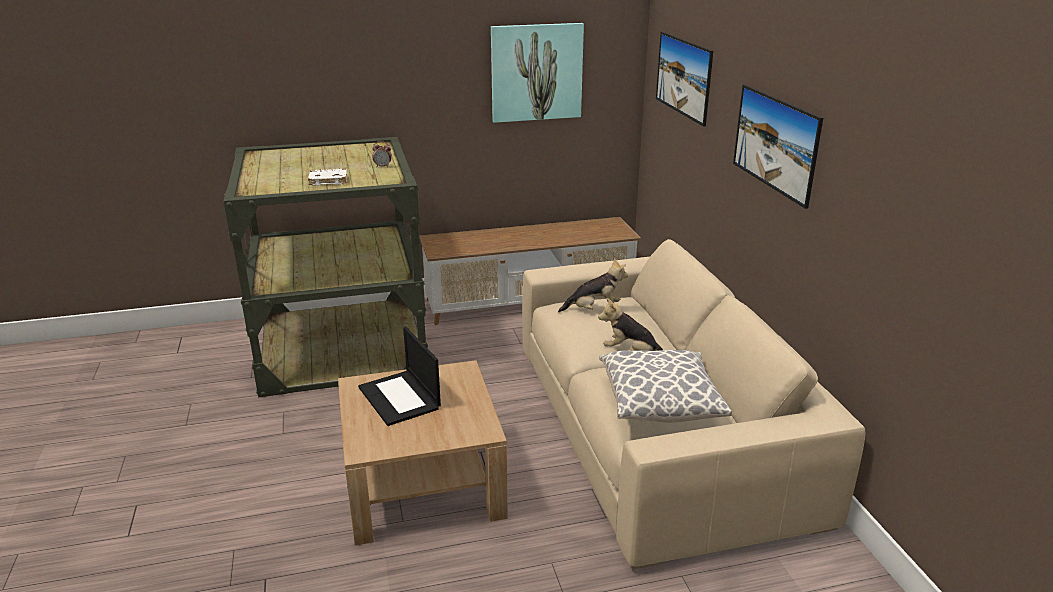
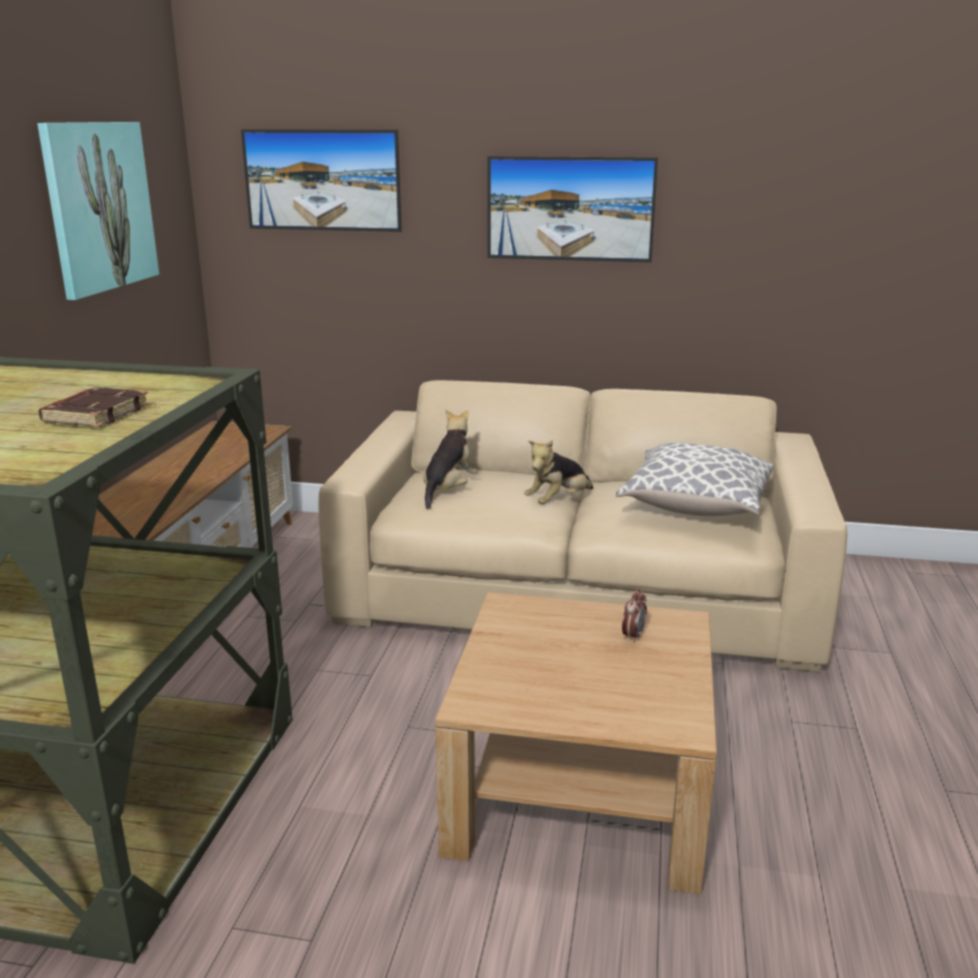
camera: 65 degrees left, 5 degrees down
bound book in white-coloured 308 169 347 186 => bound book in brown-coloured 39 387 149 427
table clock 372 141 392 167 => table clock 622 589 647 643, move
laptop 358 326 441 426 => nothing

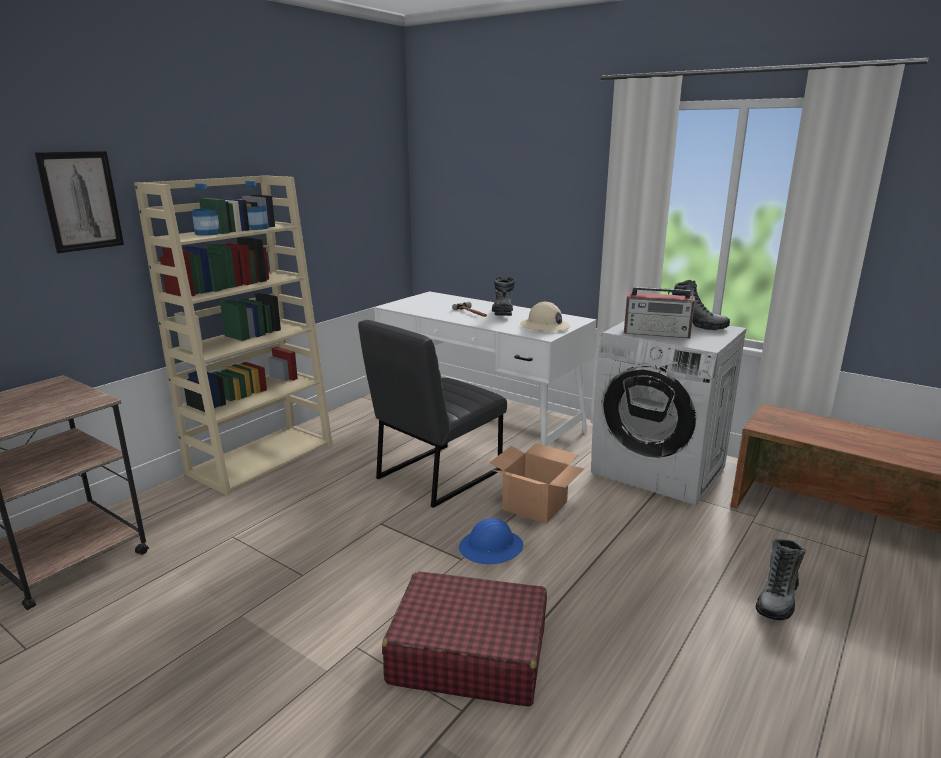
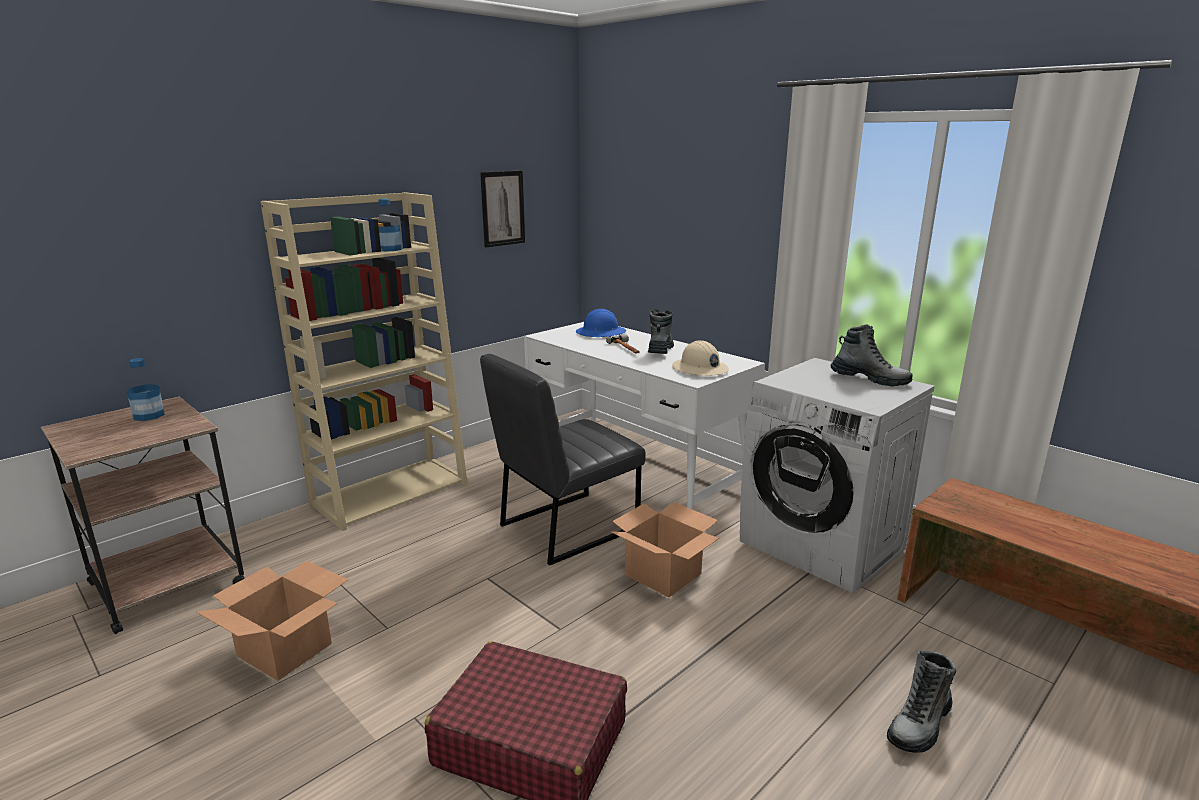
camera: 10 degrees right, 0 degrees up
drink bottle 192 183 220 236 => drink bottle 126 358 165 421, move
nothing => carton 197 561 348 681
wall art 34 151 124 253 => wall art 480 170 525 247, move
work helmet in blue-coloured 459 518 523 564 => work helmet in blue-coloured 576 309 626 337, move
radio set 624 287 695 338 => nothing

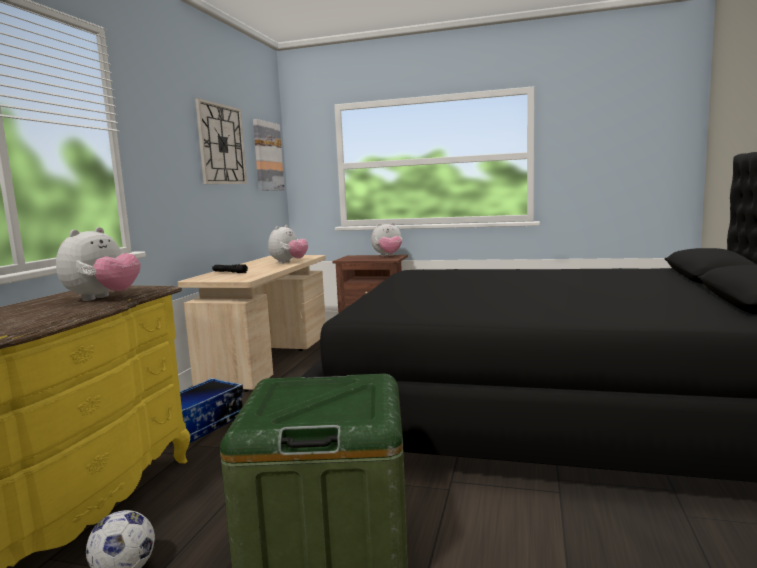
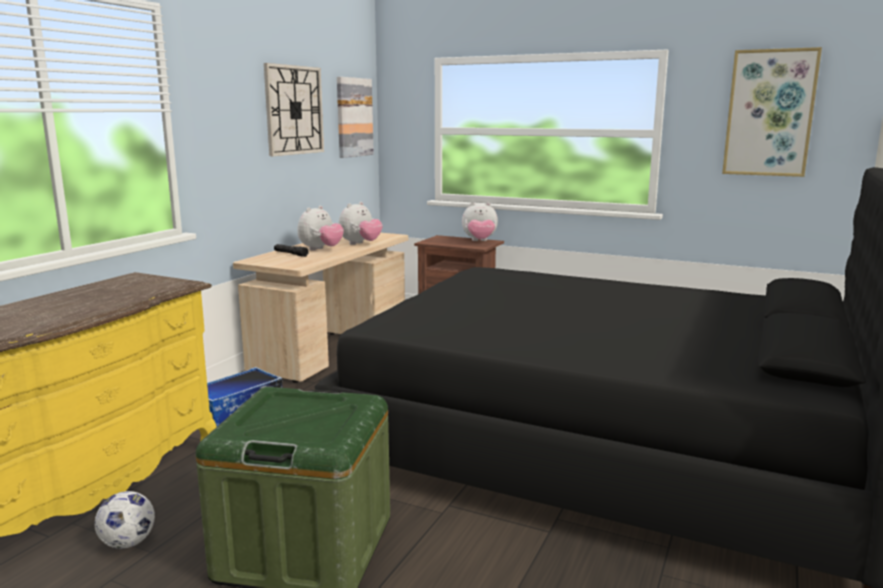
camera: 10 degrees right, 5 degrees up
cuddly toy 56 227 140 301 => cuddly toy 298 206 344 251, move
nothing => wall art 722 47 822 177

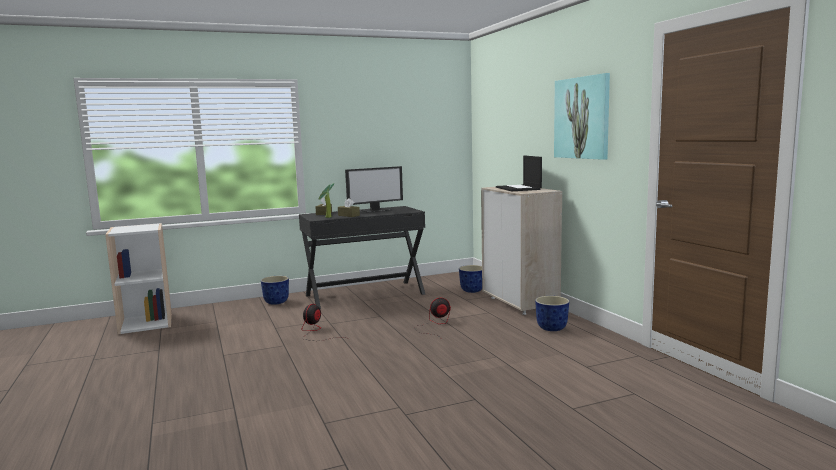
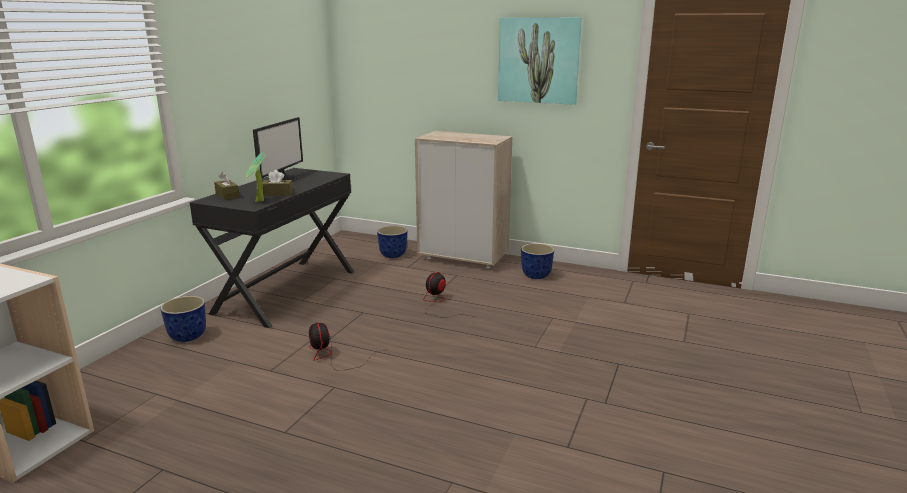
camera: 45 degrees left, 10 degrees up
laptop 496 155 542 191 => nothing

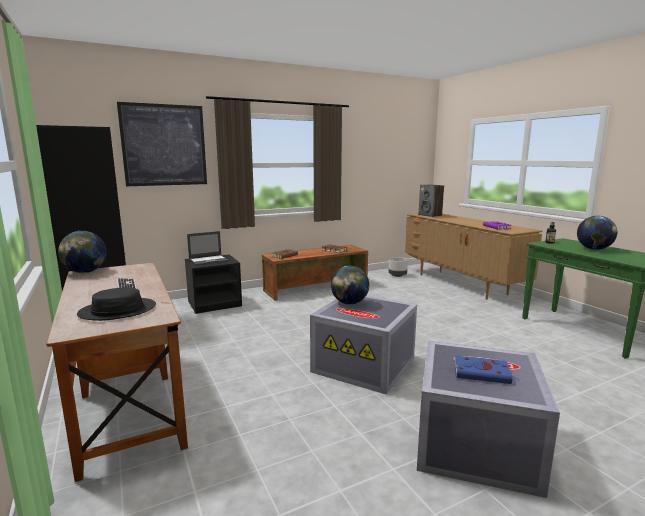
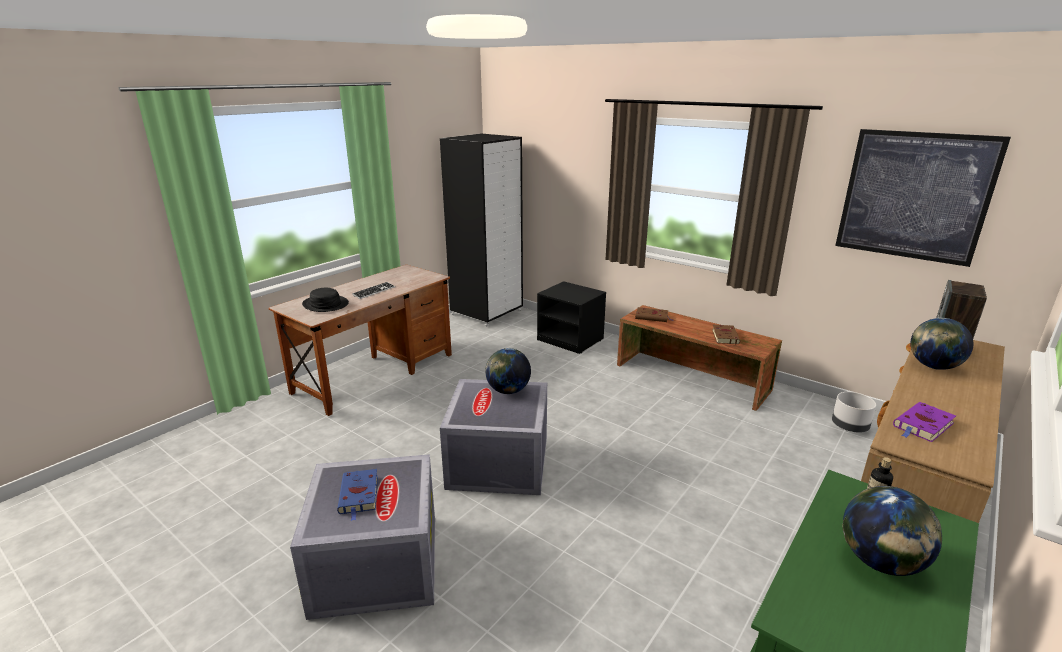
camera: 65 degrees right, 10 degrees up
wall art 117 102 207 186 => wall art 835 129 1011 267, move
world globe 58 231 107 273 => world globe 910 318 973 370, move
laptop 187 231 229 266 => nothing

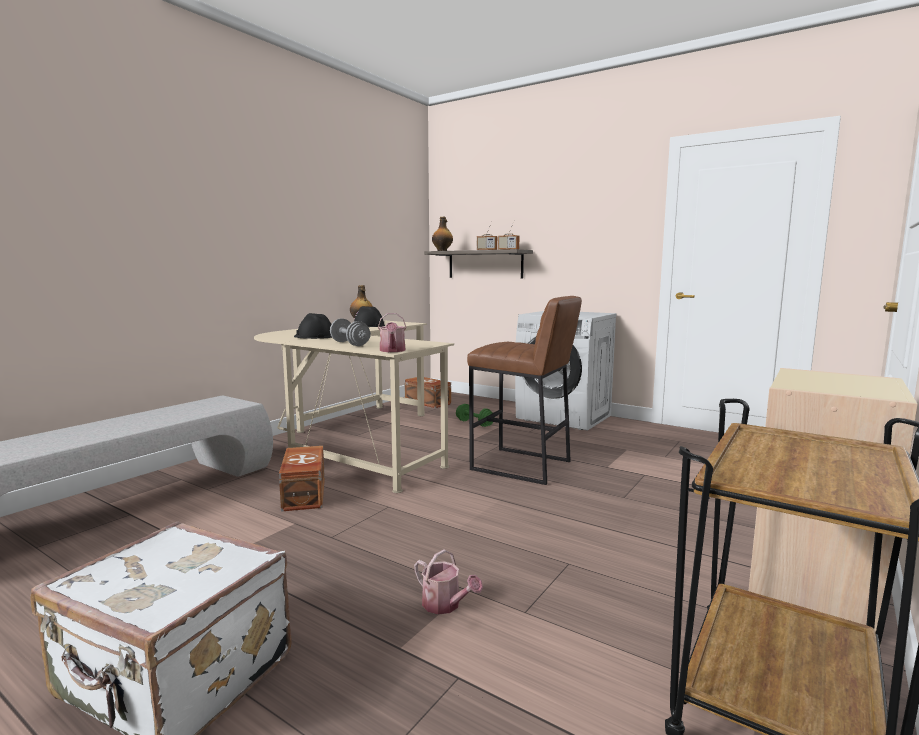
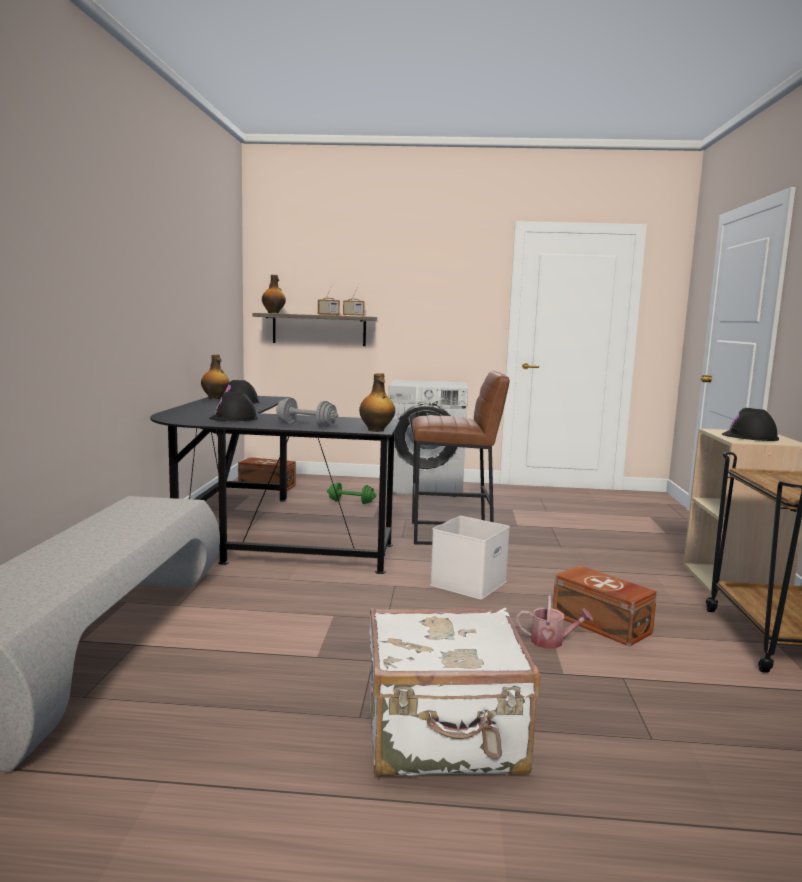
camera: 30 degrees left, 0 degrees up
desk in beige 254 320 454 493 => desk in black-coloured 150 396 400 574
sprinkling can 378 313 406 352 => drink bottle 359 373 395 432
nothing => storage bin in white-coloured 430 516 510 599
storage bin in brown-coloured 279 446 325 512 => storage bin in brown-coloured 552 565 657 647, move
nothing => work helmet in black-coloured 722 408 779 441

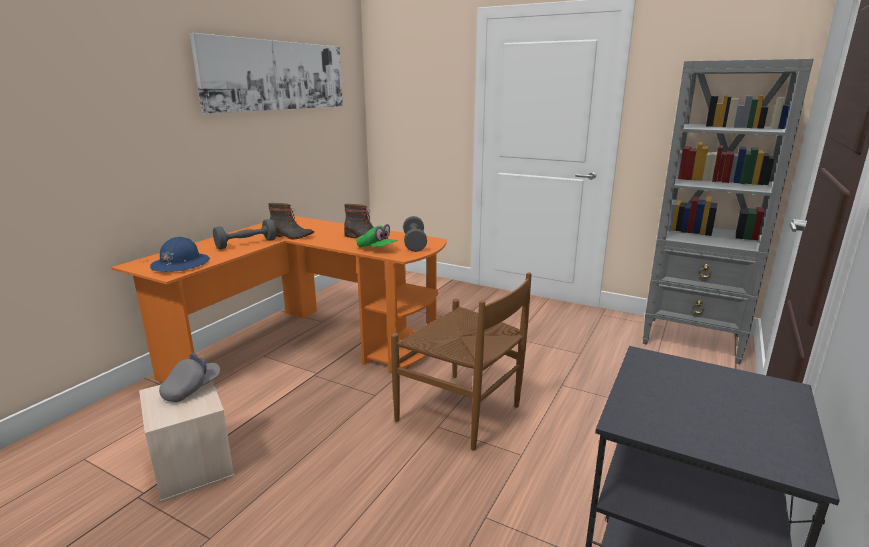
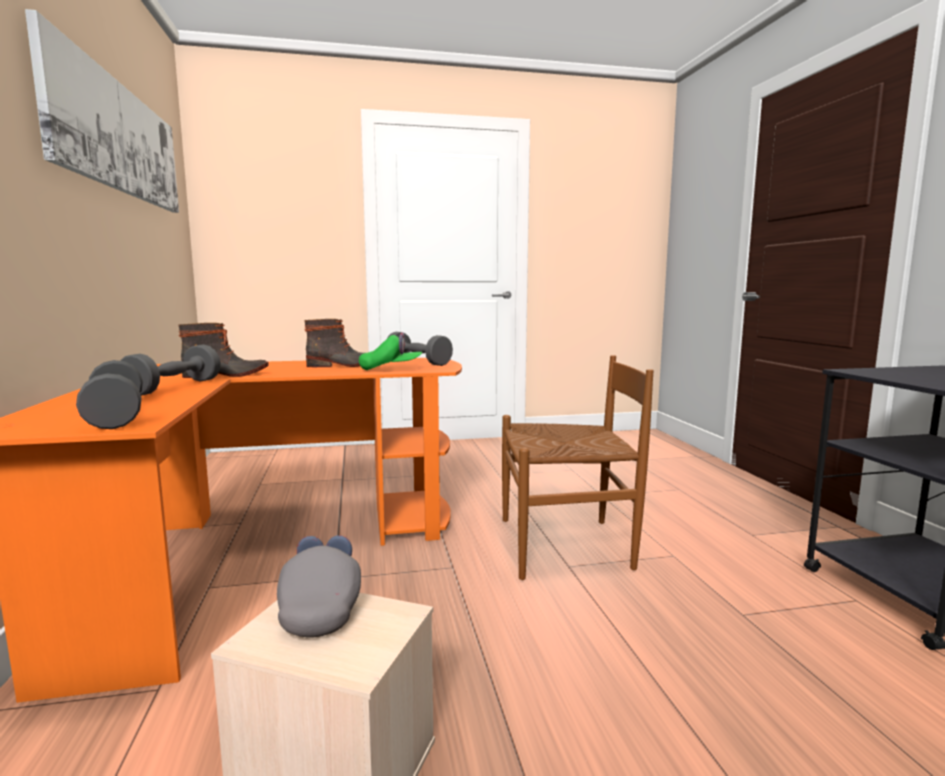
camera: 40 degrees left, 10 degrees down
work helmet in blue-coloured 150 237 210 272 => dumbbell in gray 76 360 143 429
bookshelf in gray 642 59 814 364 => nothing

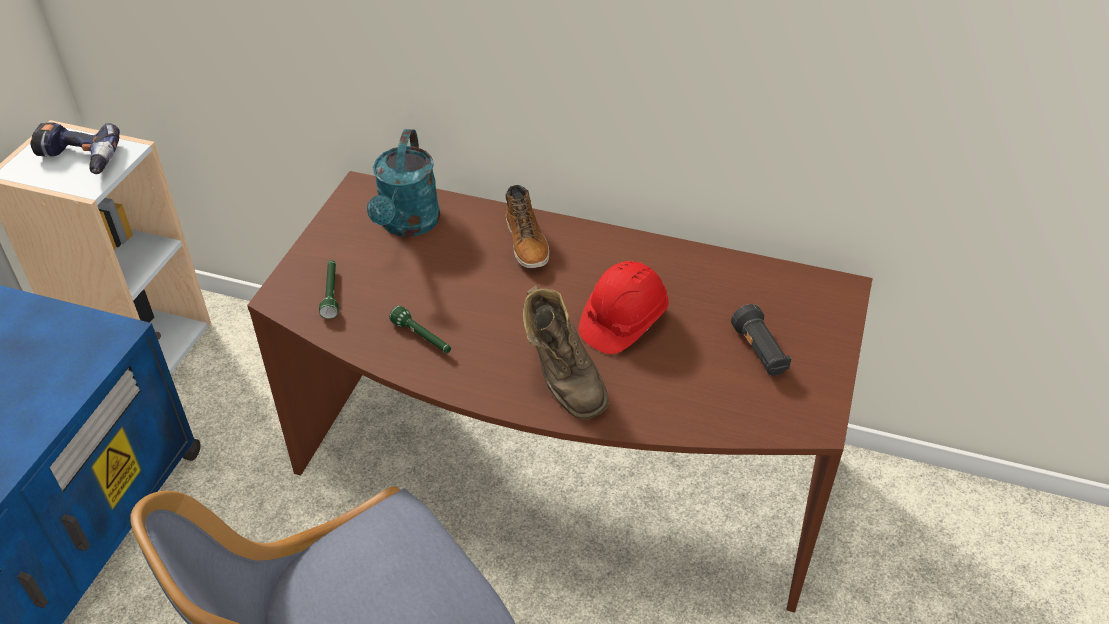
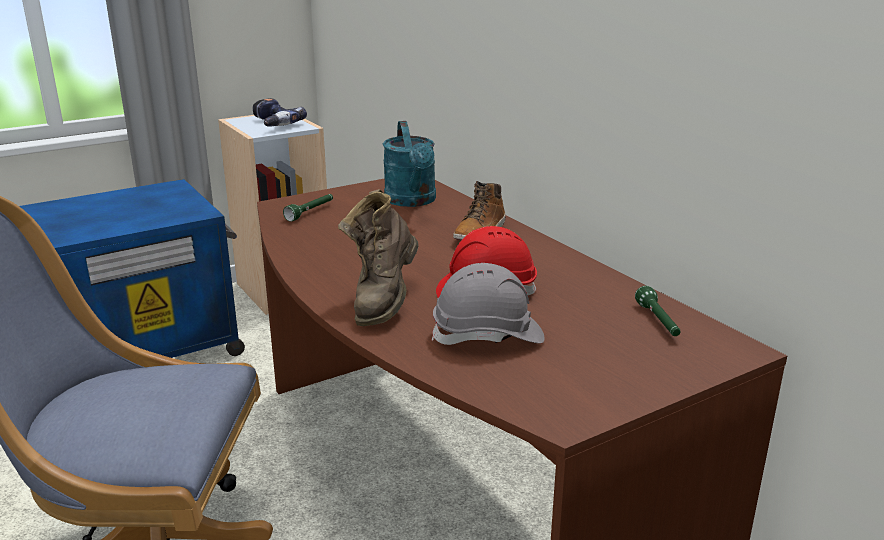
camera: 40 degrees right, 20 degrees down
sprinkling can in turquoise 367 129 440 237 => sprinkling can in turquoise 383 121 436 207, 60 degrees counterclockwise
nothing => work helmet in gray 432 263 545 345
hand torch in greenish 389 306 451 353 => hand torch in greenish 635 286 681 336, move
hand torch in black-coloured 731 304 791 376 => nothing

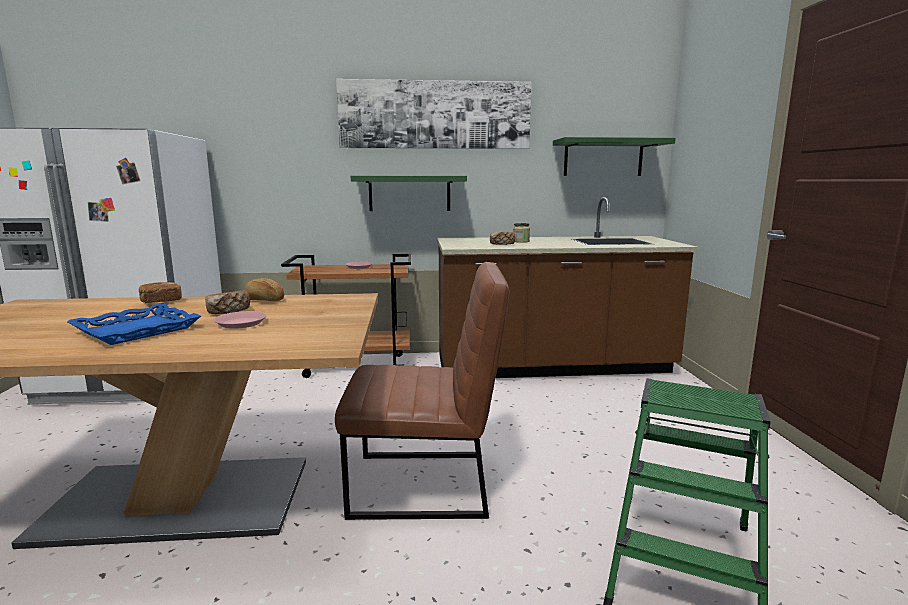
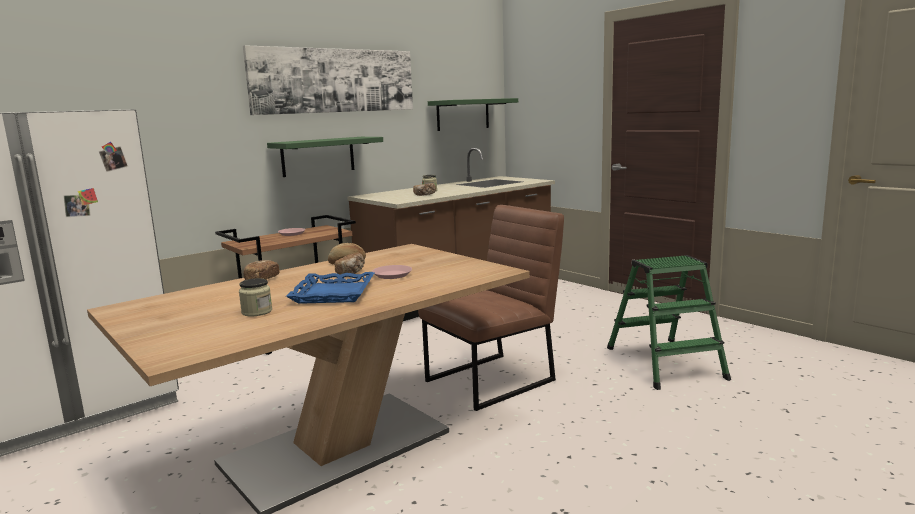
camera: 35 degrees left, 0 degrees up
nothing => jar 239 278 272 316

